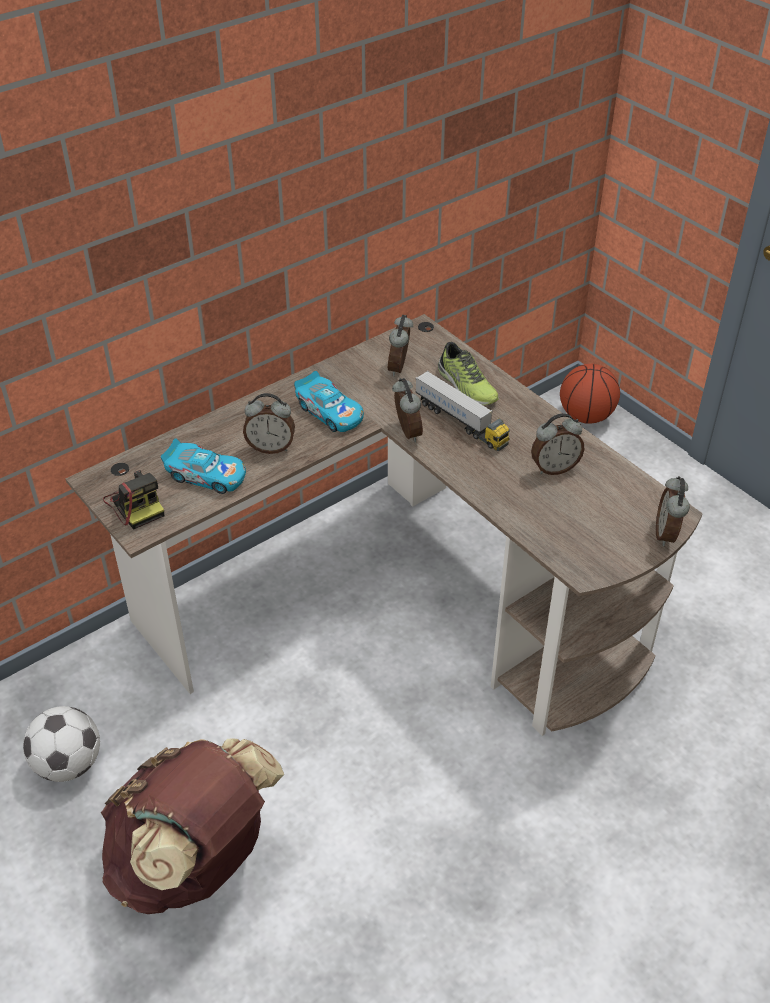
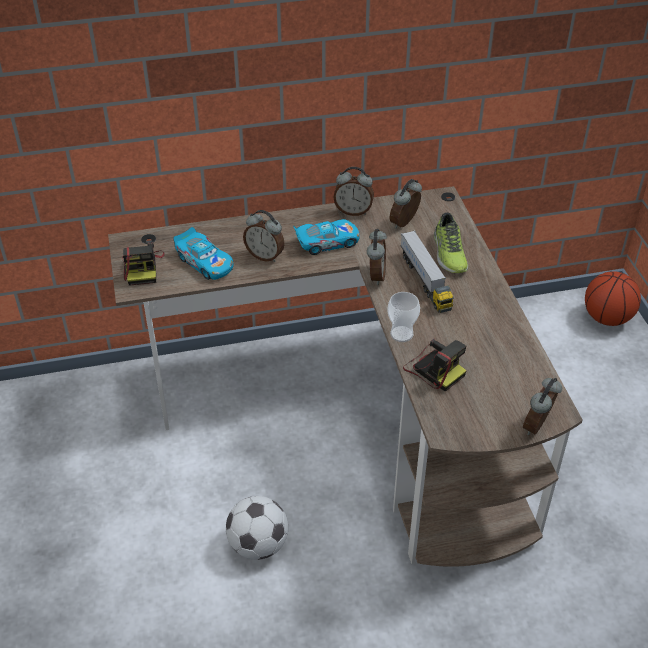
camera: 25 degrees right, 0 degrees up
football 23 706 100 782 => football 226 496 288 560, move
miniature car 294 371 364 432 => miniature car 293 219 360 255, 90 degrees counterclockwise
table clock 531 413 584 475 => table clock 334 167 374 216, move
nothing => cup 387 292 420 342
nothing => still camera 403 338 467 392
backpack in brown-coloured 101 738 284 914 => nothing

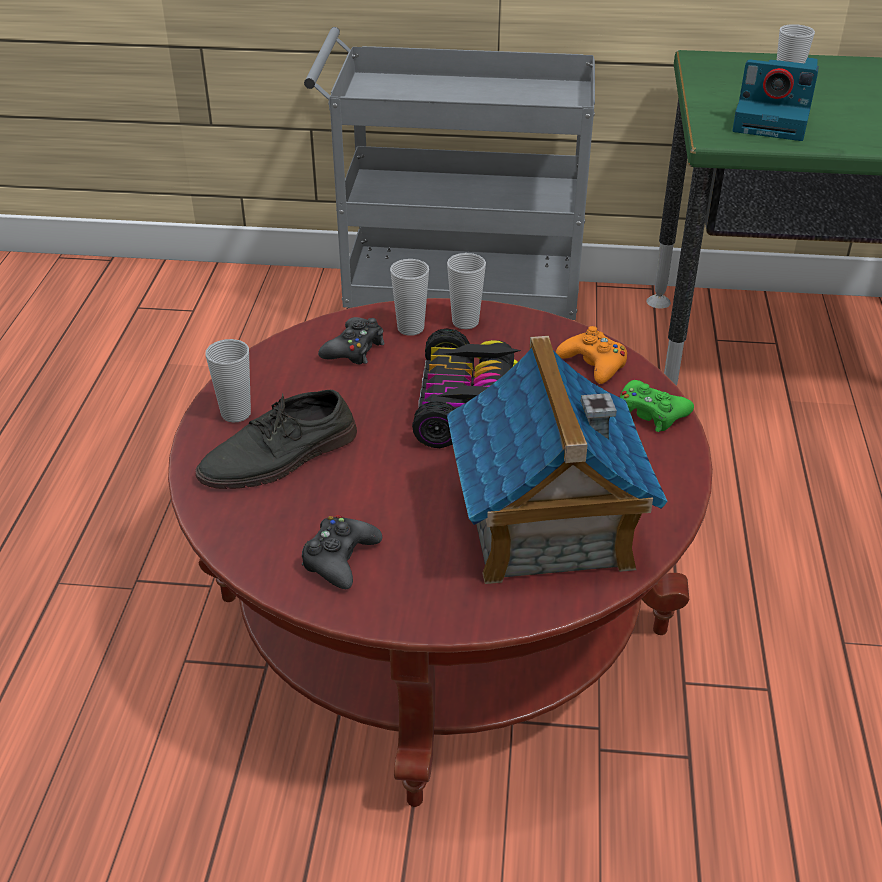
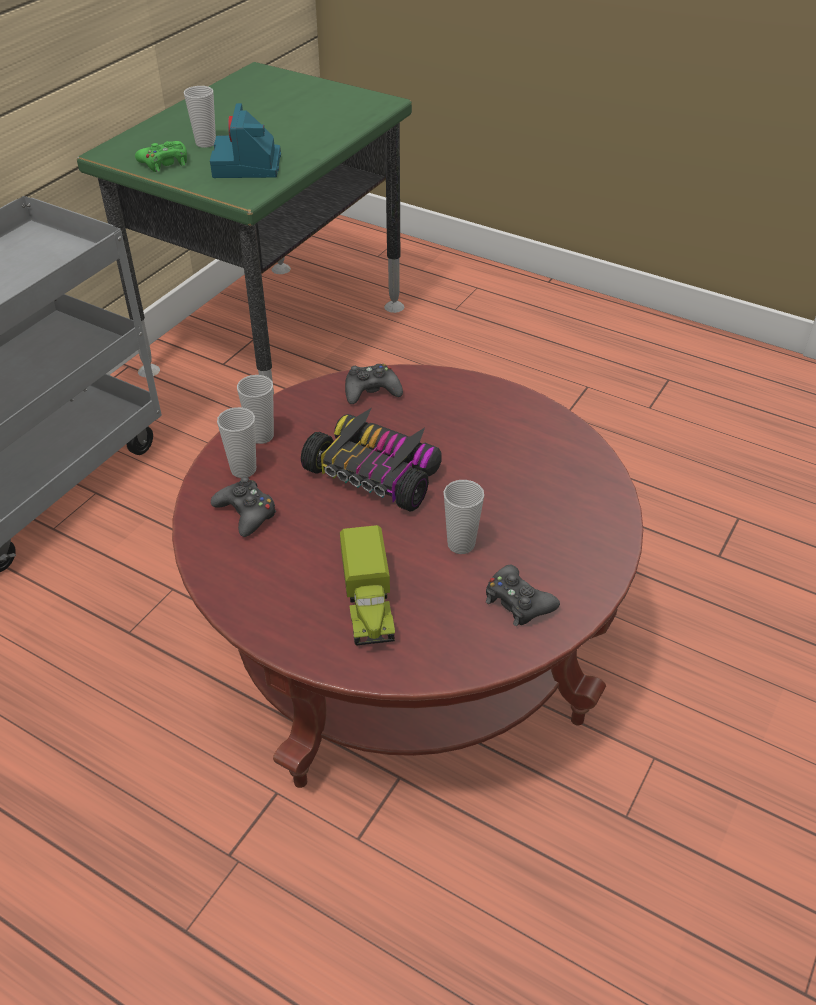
camera: 65 degrees left, 5 degrees up
joypad in greenish 620 380 694 432 => joypad in greenish 135 141 187 172, move
still camera 732 58 819 141 => still camera 210 103 281 178, 135 degrees clockwise
item of footwear in gray 195 390 357 489 => model truck 340 525 395 646
joypad in orangey 556 326 627 384 => joypad in black-coloured 345 364 403 404
cup 205 339 251 423 => cup 444 480 484 554, move
model house 447 336 668 584 => nothing

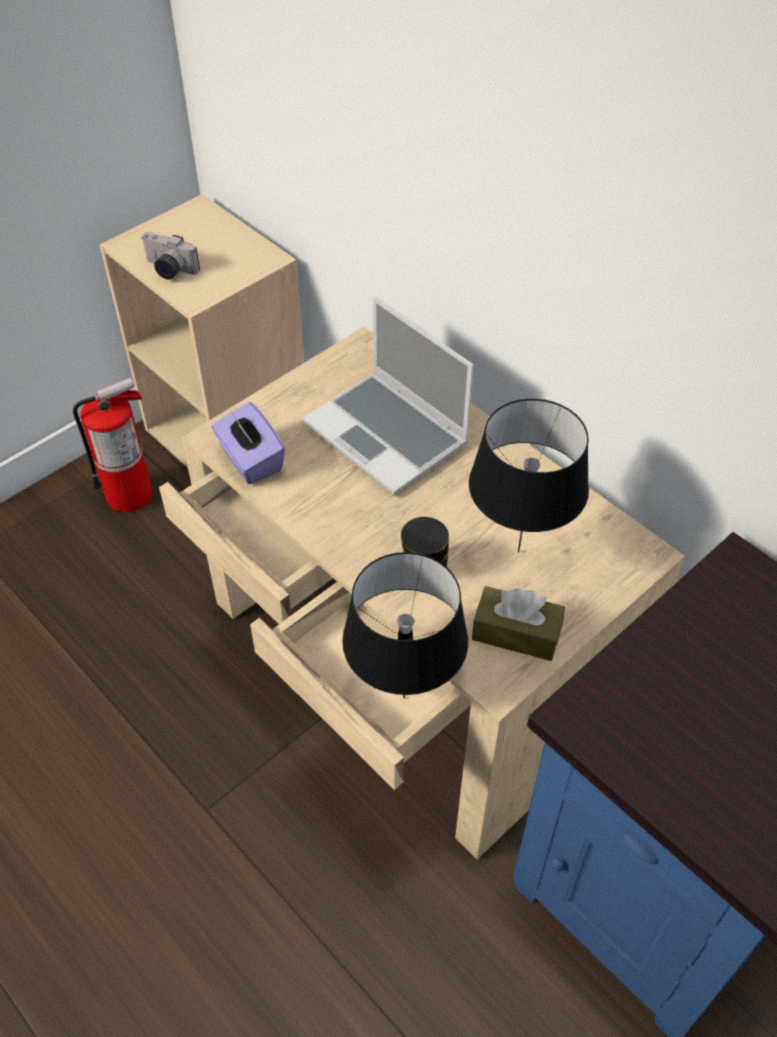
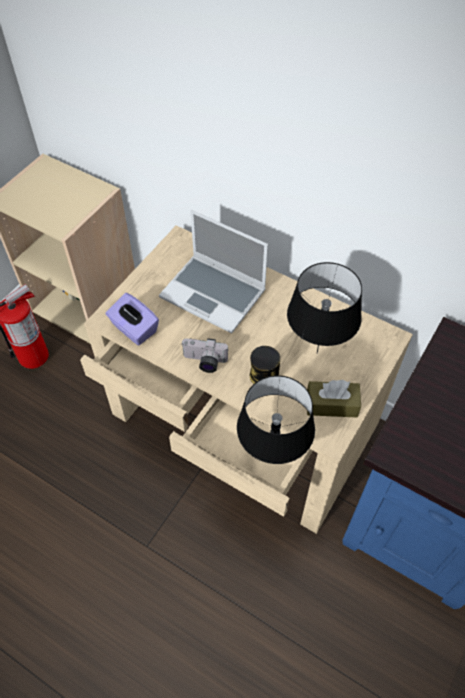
camera: 15 degrees left, 5 degrees up
still camera 142 232 200 280 => still camera 181 338 228 373, move

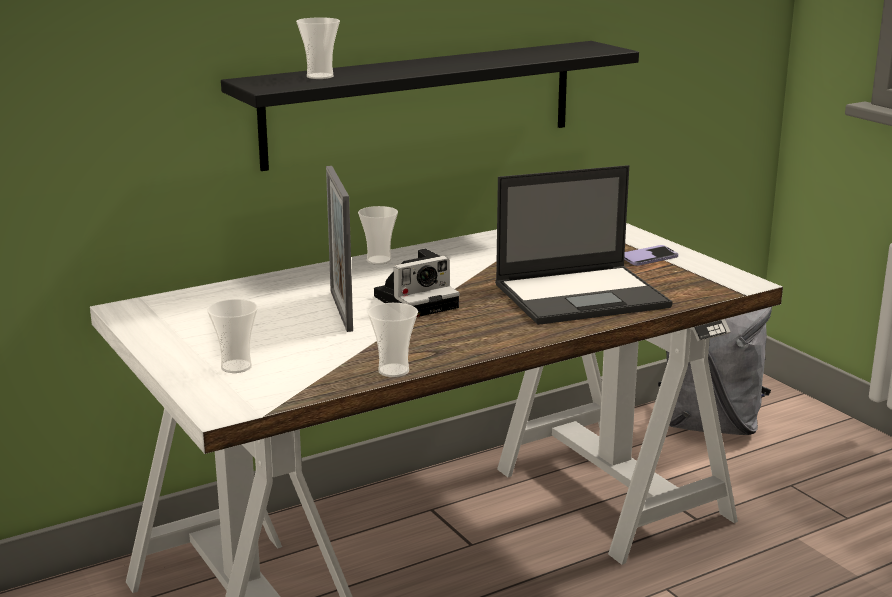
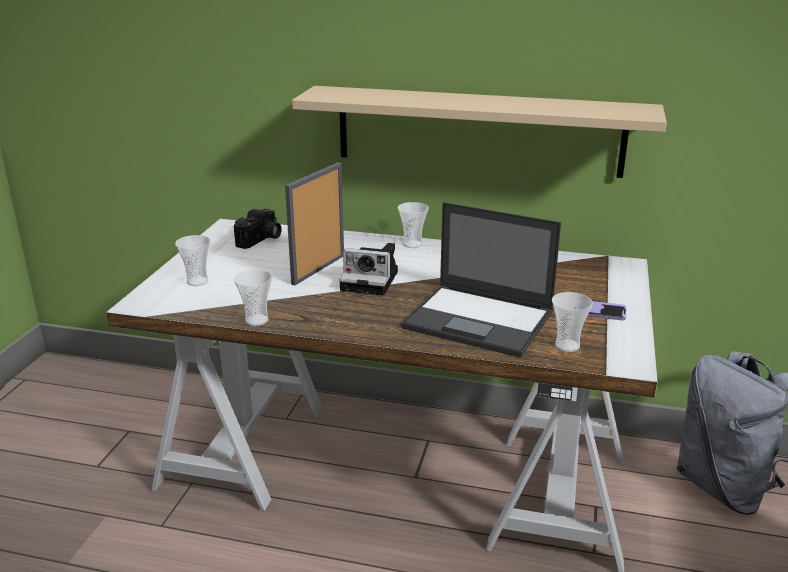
camera: 45 degrees right, 5 degrees up
nothing => still camera 234 209 282 249
shelf in black-coloured 221 41 639 171 => shelf in beige 292 86 667 178
cup 296 17 340 79 => cup 552 292 593 352, move

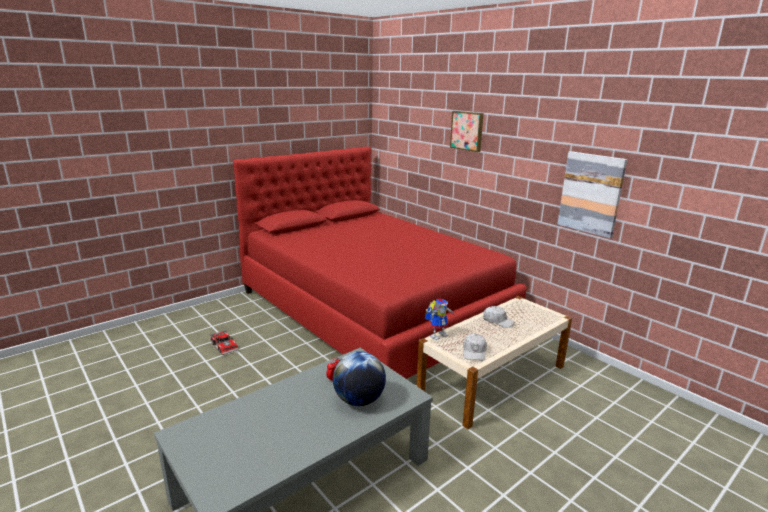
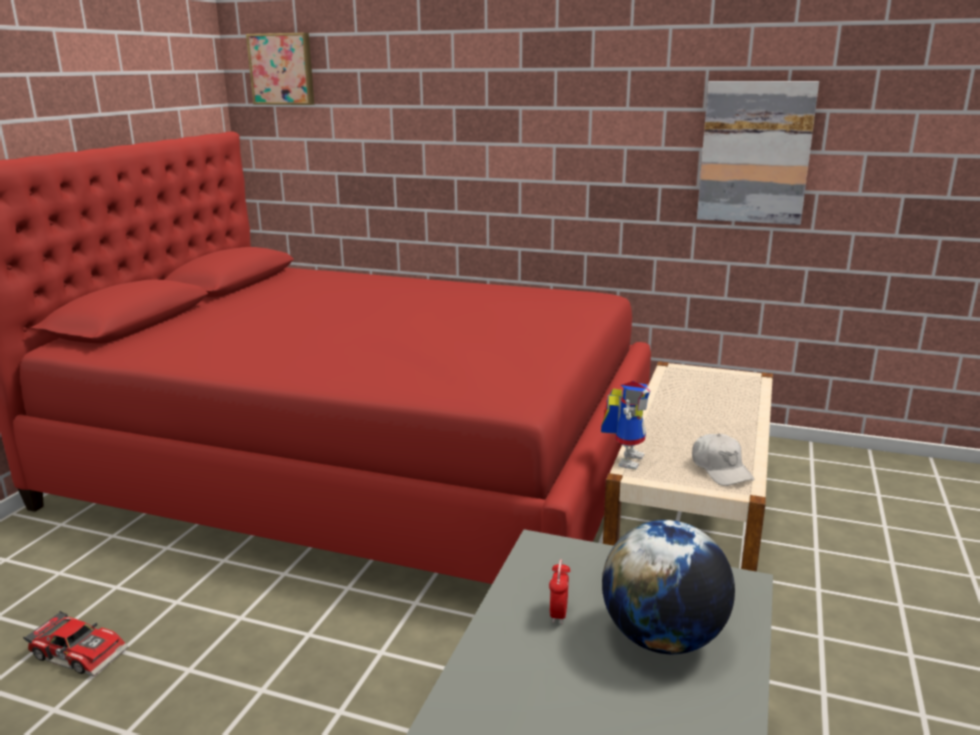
camera: 30 degrees left, 0 degrees up
wall art 450 111 484 152 => wall art 246 33 314 105, move
cap in white-coloured 483 306 515 328 => nothing

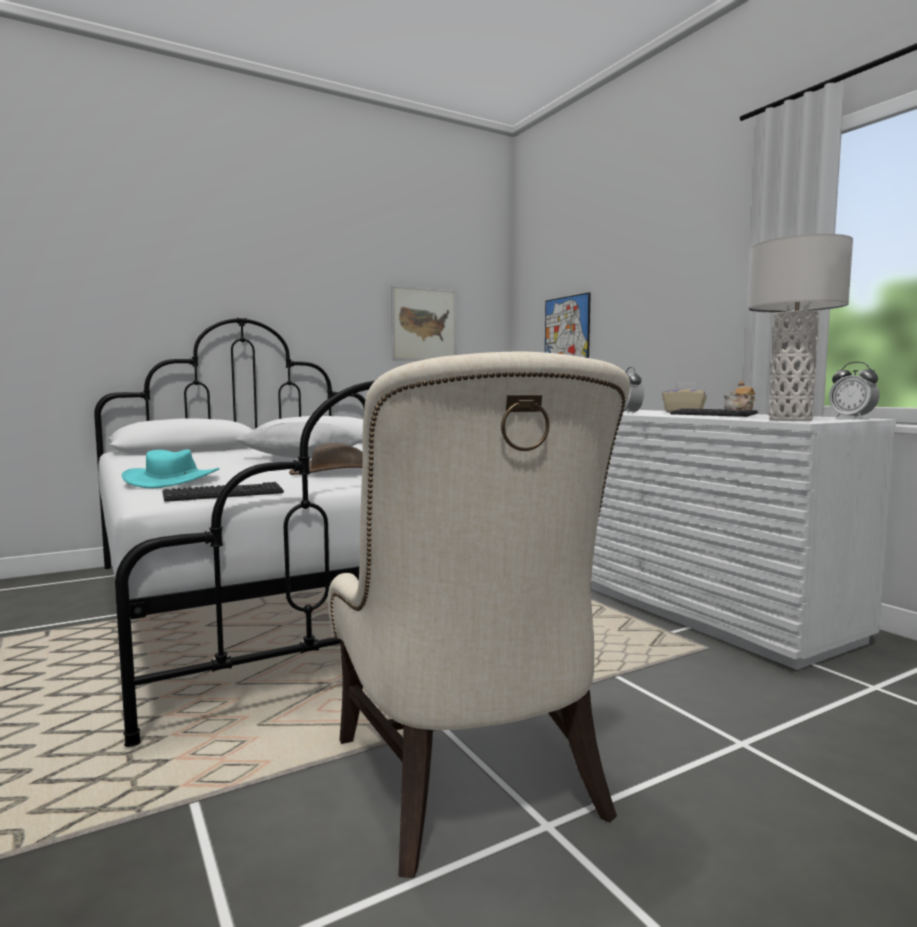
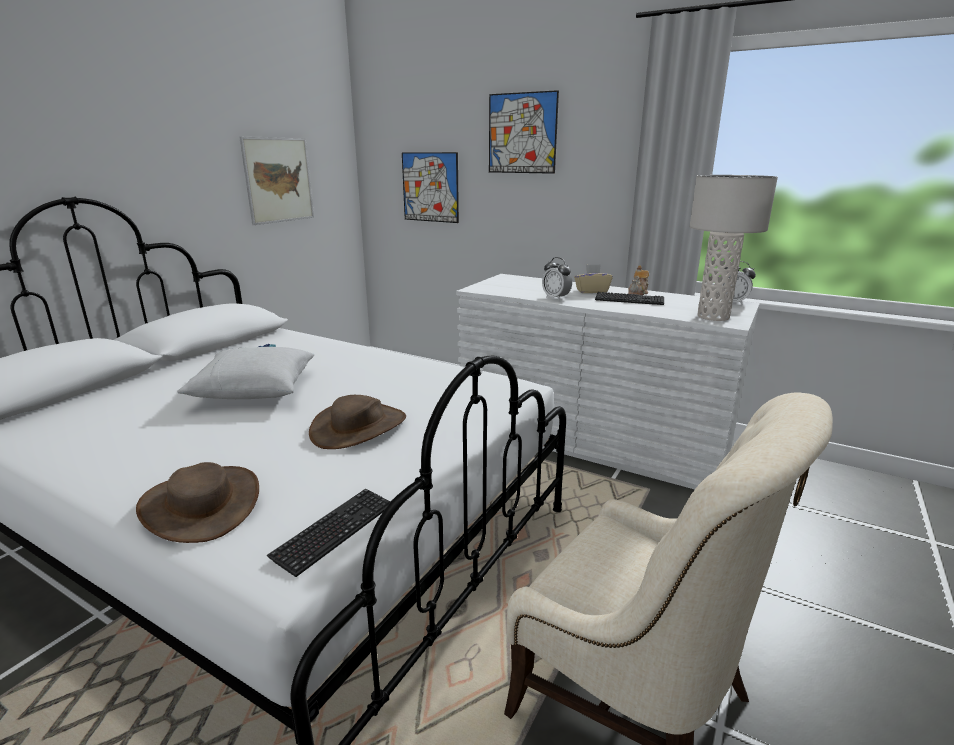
camera: 30 degrees left, 15 degrees up
clothing hat in turquoise 122 450 219 488 => clothing hat in brown-coloured 136 462 259 543
nothing => wall art 489 90 559 174

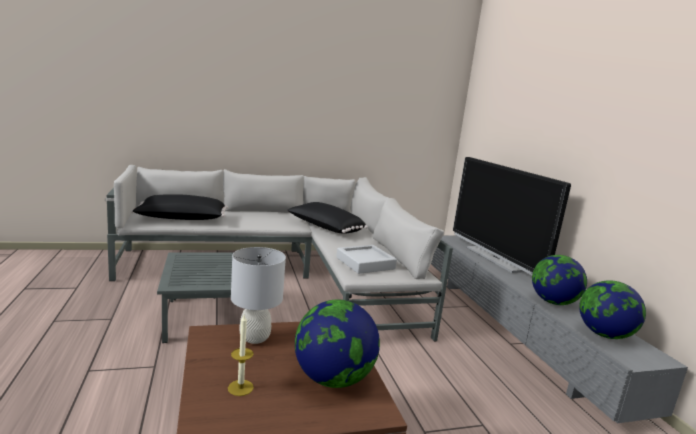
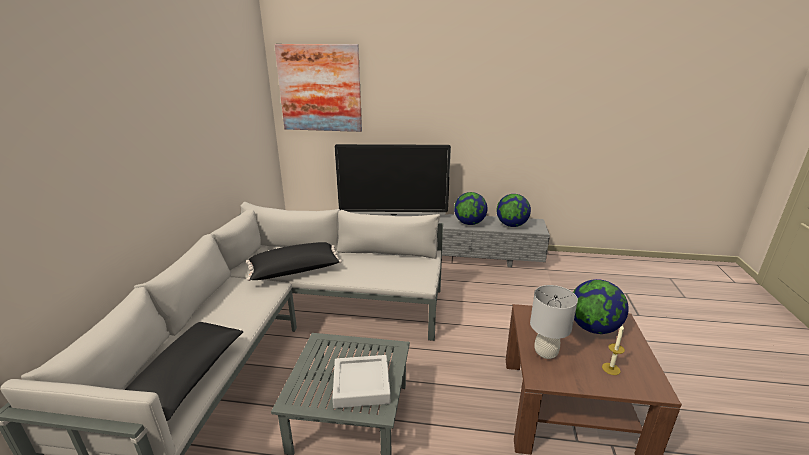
camera: 65 degrees left, 10 degrees up
nothing => wall art 275 44 362 132
tray in gray 336 245 397 274 => tray in gray 332 355 391 408, move

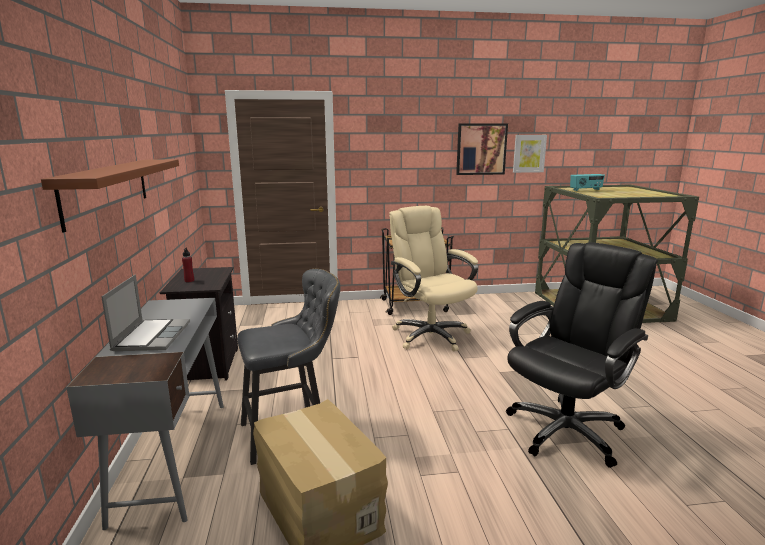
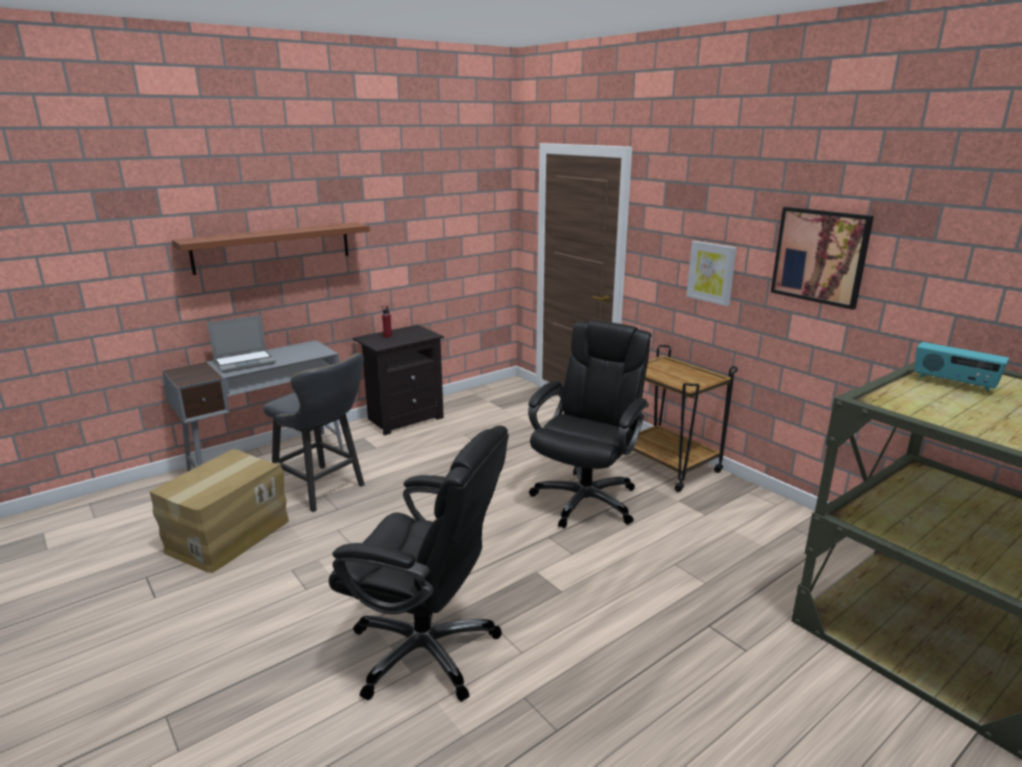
camera: 60 degrees right, 5 degrees up
computer chair in beige 389 206 478 352 => computer chair in black-coloured 528 320 652 529
wall art 513 135 547 173 => wall art 686 241 737 306, move

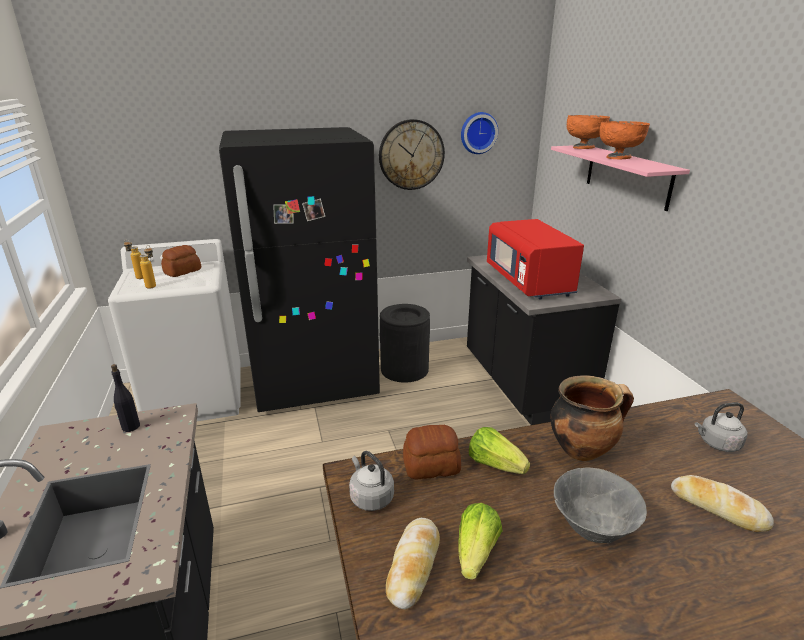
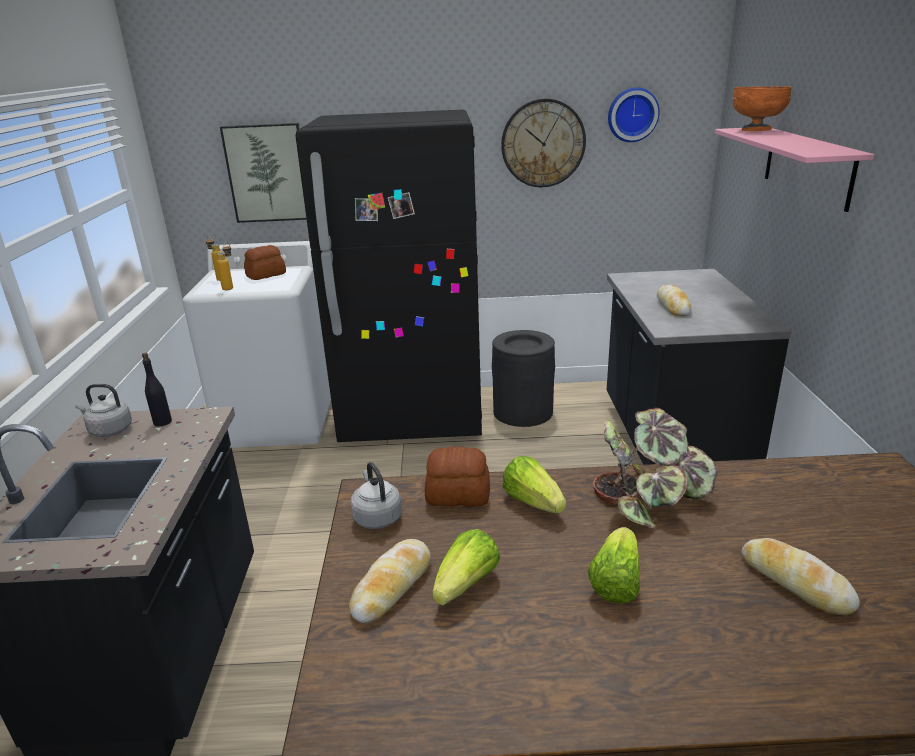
camera: 15 degrees right, 0 degrees up
tea kettle in gray 695 402 748 452 => tea kettle in gray 75 384 132 437, move
nothing => wall art 220 123 307 223
bowl in gray 554 468 647 543 => head of lettuce 588 527 640 603
stockpot 551 375 634 461 => plant in a pot 592 408 718 528
microwave oven in reddish 487 219 584 300 => bakery bread 657 285 691 316
bowl in orangey 600 121 650 159 => nothing

